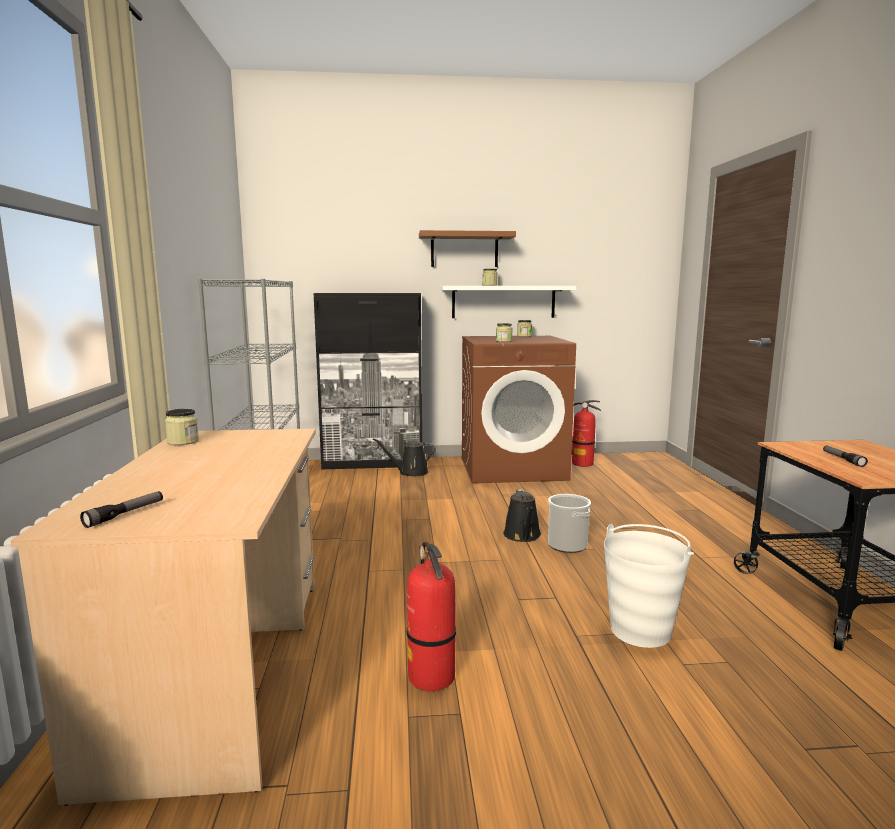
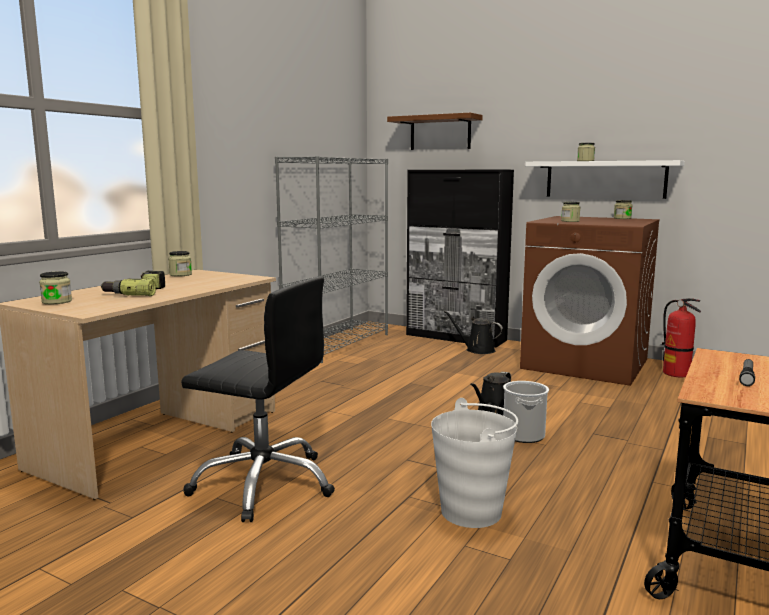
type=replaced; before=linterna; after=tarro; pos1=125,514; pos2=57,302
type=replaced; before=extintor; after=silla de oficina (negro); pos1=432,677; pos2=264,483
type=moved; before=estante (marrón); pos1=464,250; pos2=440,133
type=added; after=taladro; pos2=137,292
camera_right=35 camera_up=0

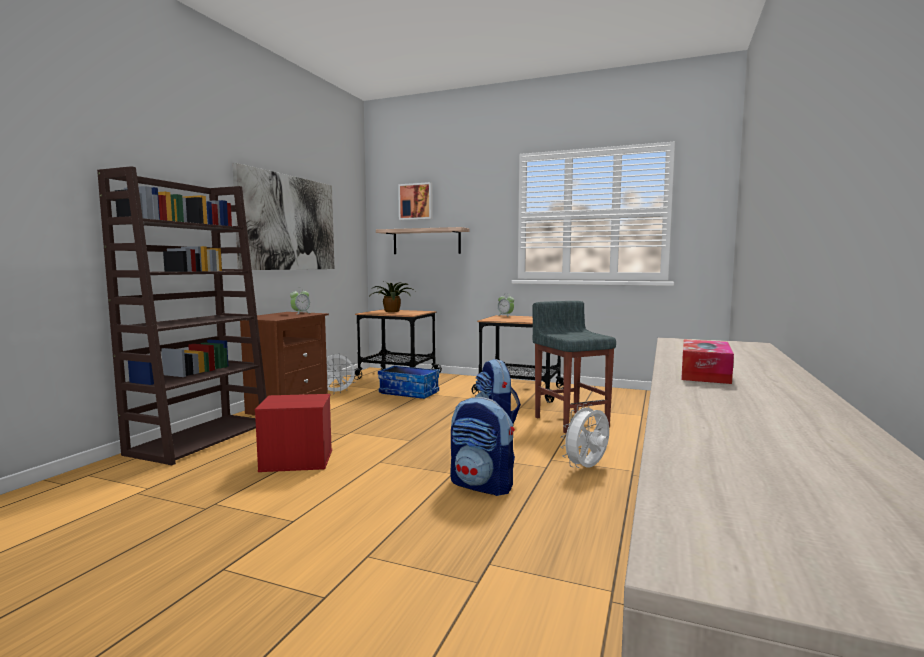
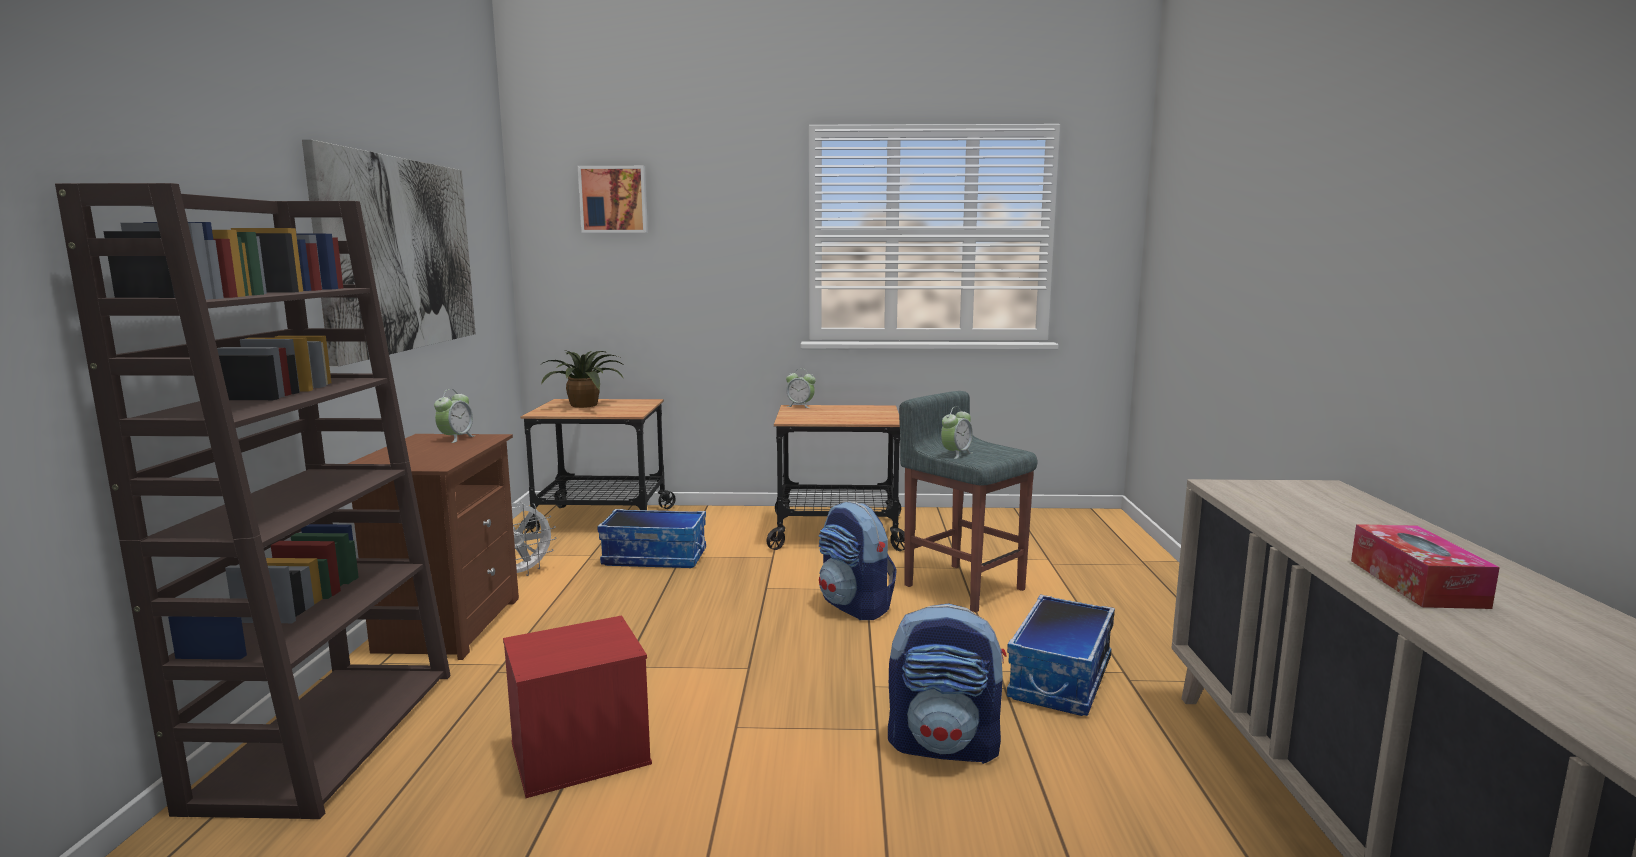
type=removed; before=estante; pos1=426,241
type=replaced; before=ventilador (blanco); after=caja de almacenaje; pos1=587,468; pos2=1062,679
type=added; after=despertador; pos2=956,454
camera_right=-20 camera_up=5

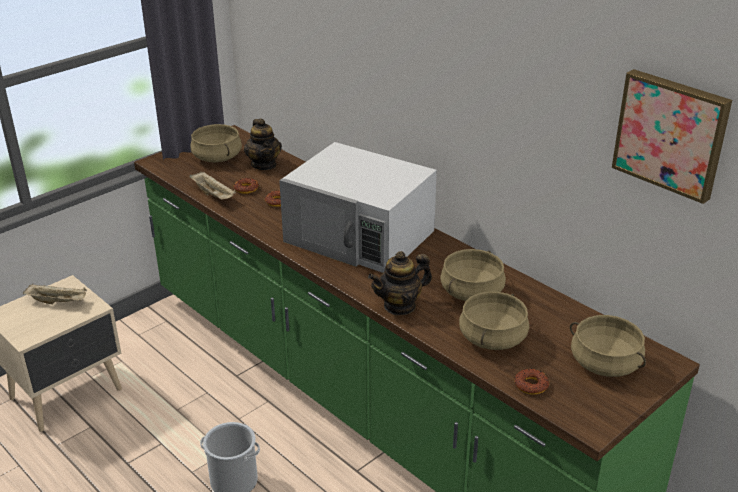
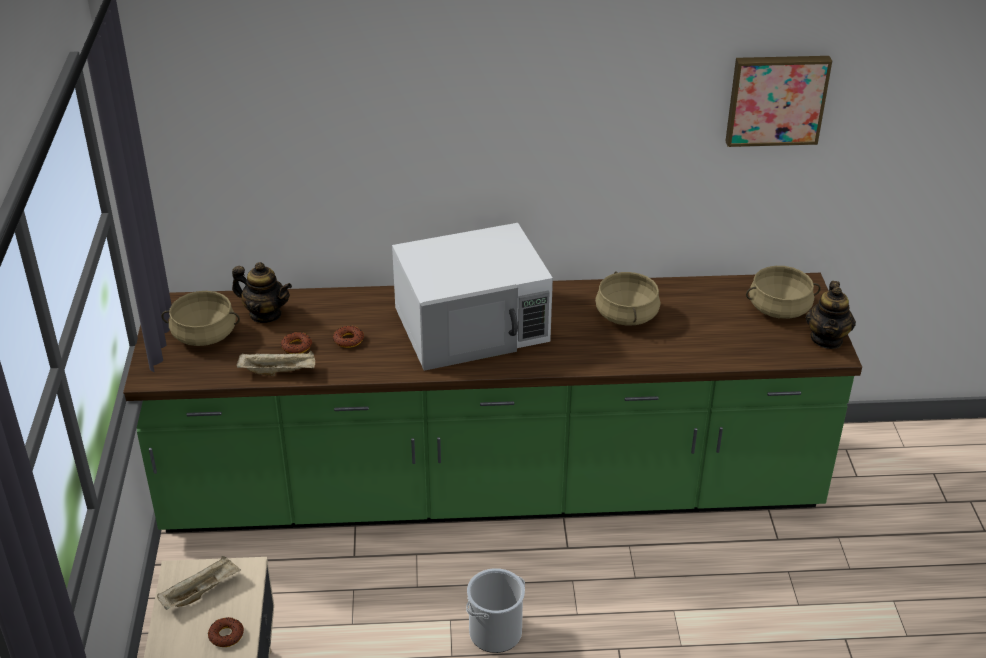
type=moved; before=tetera; pos1=400,306; pos2=827,339
type=removed; before=olla (beis); pos1=493,338
type=moved; before=rosquilla; pos1=531,385; pos2=226,635
camera_right=-50 camera_up=5

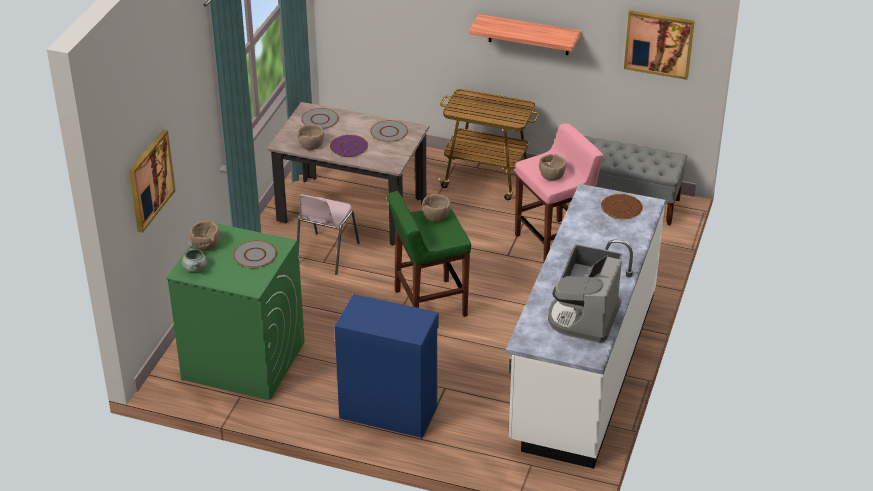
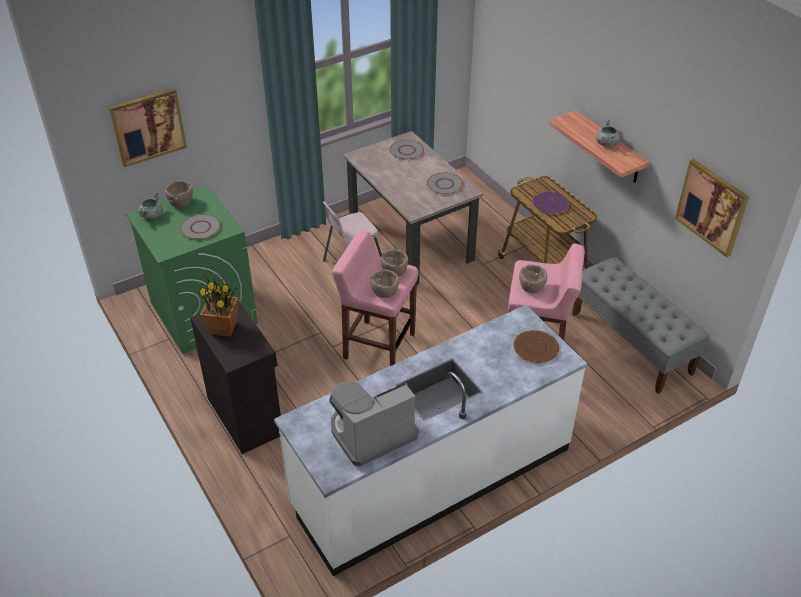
type=moved; before=cuenco (marrón); pos1=311,145; pos2=385,292
type=moved; before=plato (morado); pos1=349,147; pos2=550,204
type=recoloured; before=armario (azul); after=armario (negro); pos1=388,411; pos2=245,415
type=recoloured; before=taburete (verde); after=taburete (rosa); pos1=429,303; pos2=378,345
type=added; after=planta en maceta; pos2=223,328
type=added; after=olla (gris); pos2=606,143
camera_right=40 camera_up=5

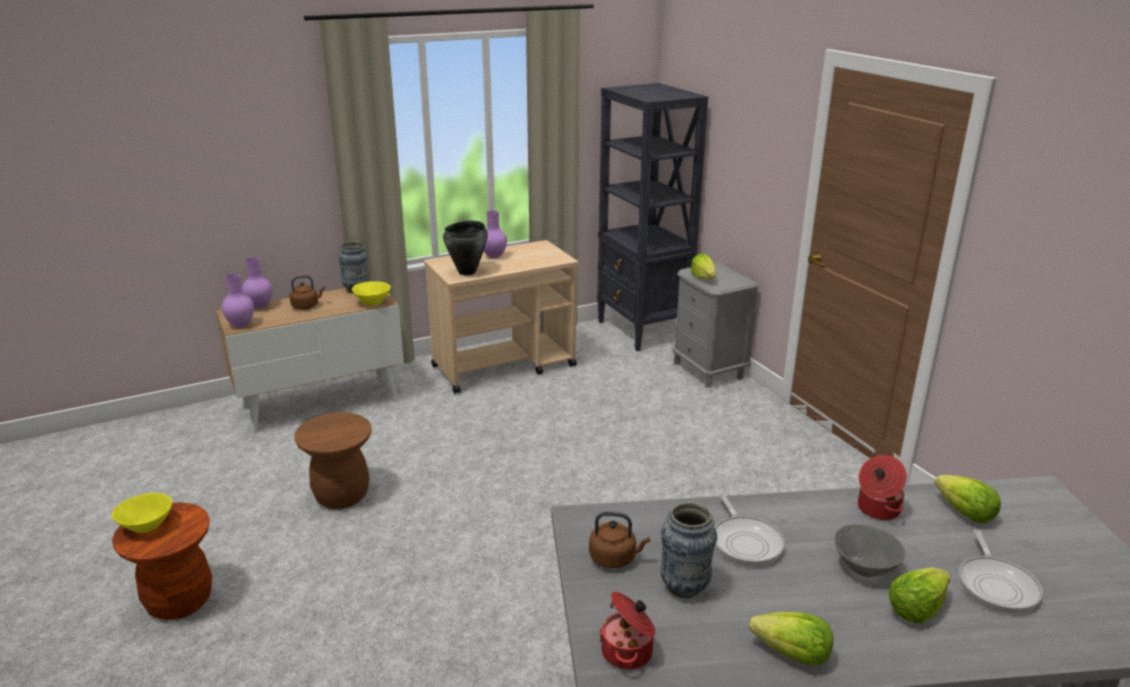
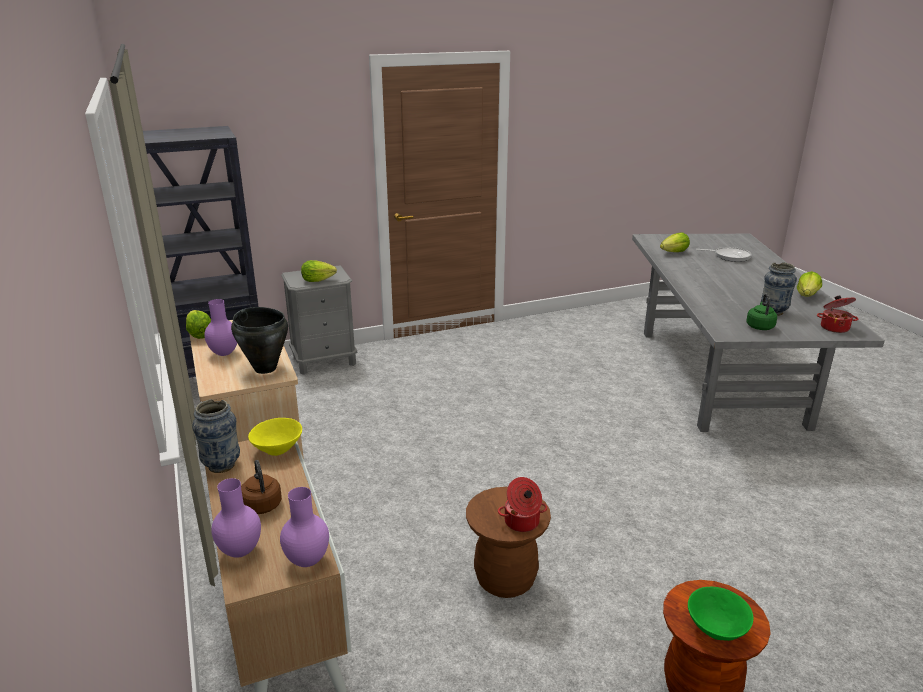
type=recoloured; before=cuenco (amarillo); after=cuenco (verde); pos1=146,526; pos2=716,630
type=recoloured; before=hervidor (marrón); after=hervidor (verde); pos1=615,558; pos2=759,326
type=removed; before=sartén; pos1=745,542
type=removed; before=cuenco (gris); pos1=864,567
type=moved; before=olla; pos1=877,509; pos2=522,522
type=moved; before=lechuga; pos1=915,609; pos2=199,335
camera_right=-85 camera_up=0

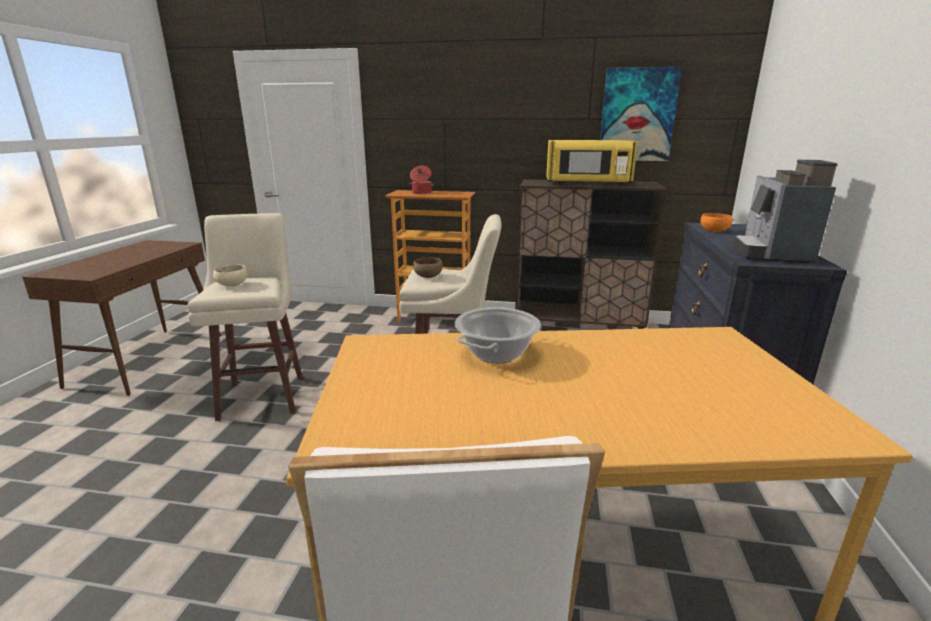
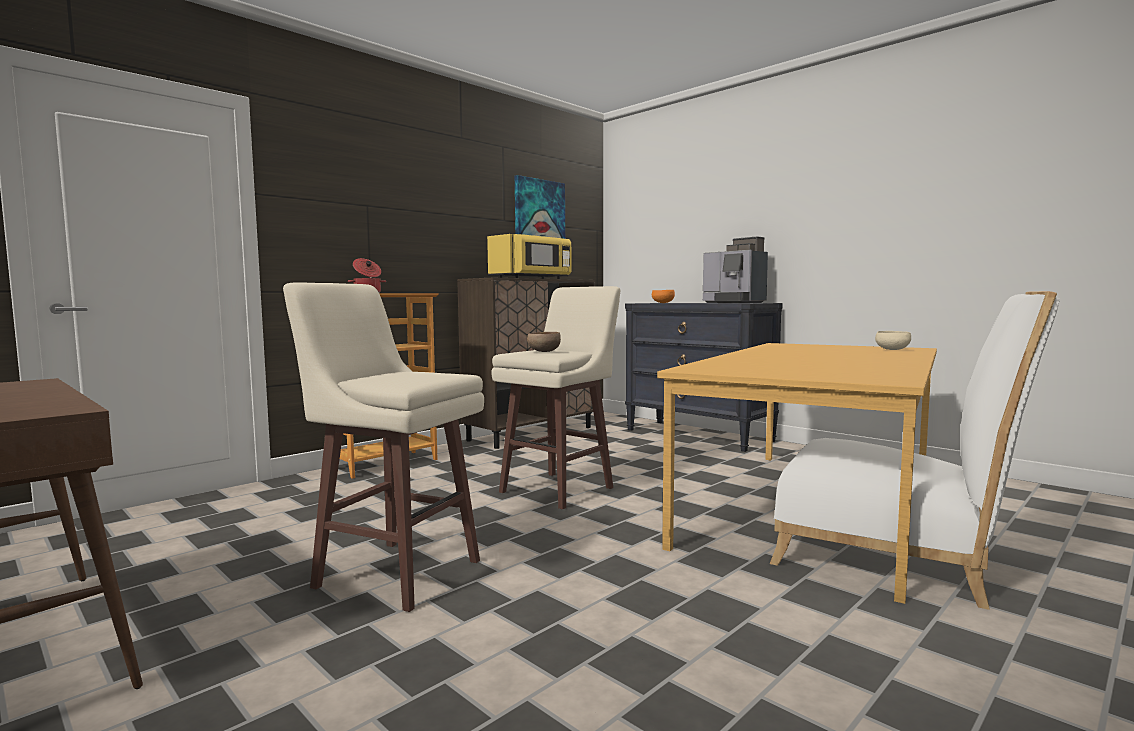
type=moved; before=cuenco (beis); pos1=232,285; pos2=893,350
type=removed; before=olla; pos1=496,353
camera_right=-55 camera_up=-15

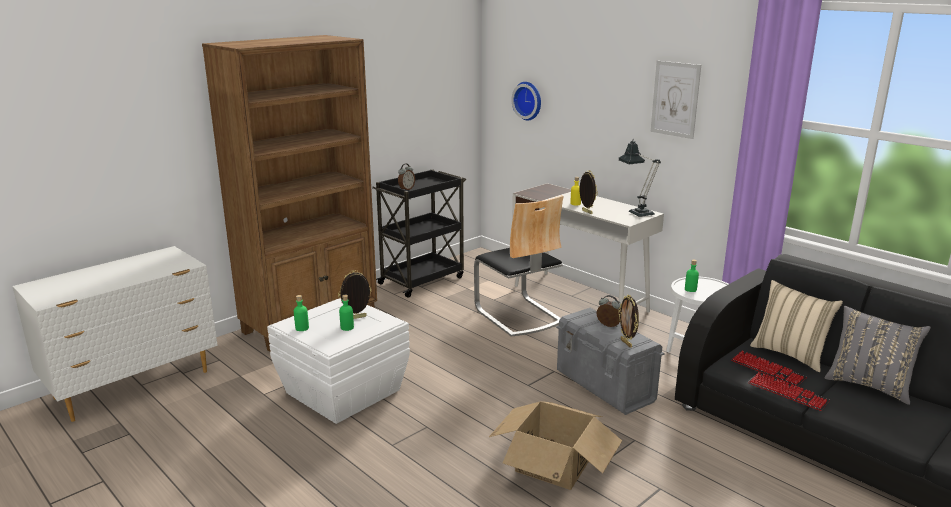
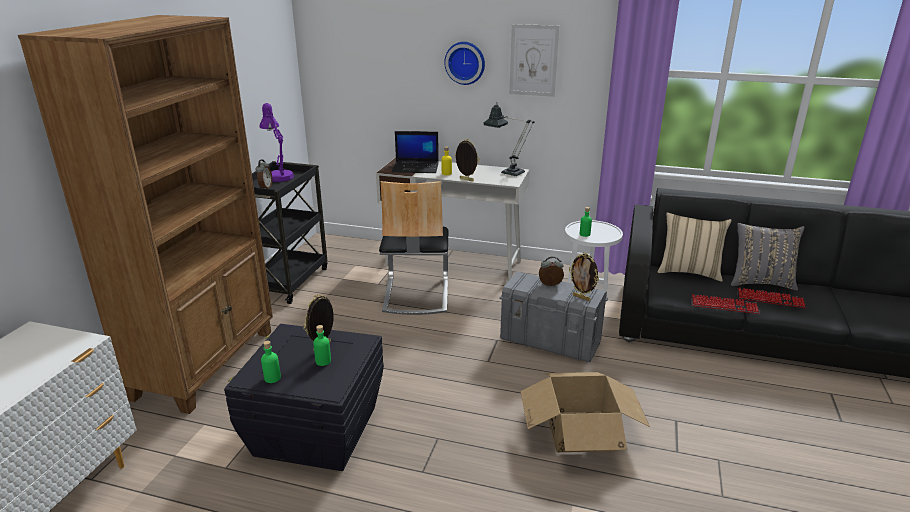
type=recoloured; before=caja de almacenaje (blanco); after=caja de almacenaje (negro); pos1=341,391; pos2=315,431
type=turned; before=silla; pos1=518,315; pos2=415,294; turn=60
type=moved; before=reloj de pared; pos1=528,100; pos2=465,62
type=moved; before=teclado; pos1=767,370; pos2=770,299
type=added; after=lámpara de mesa (morado); pos2=279,176
type=added; after=portátil; pos2=416,167
camera_right=-30 camera_up=5

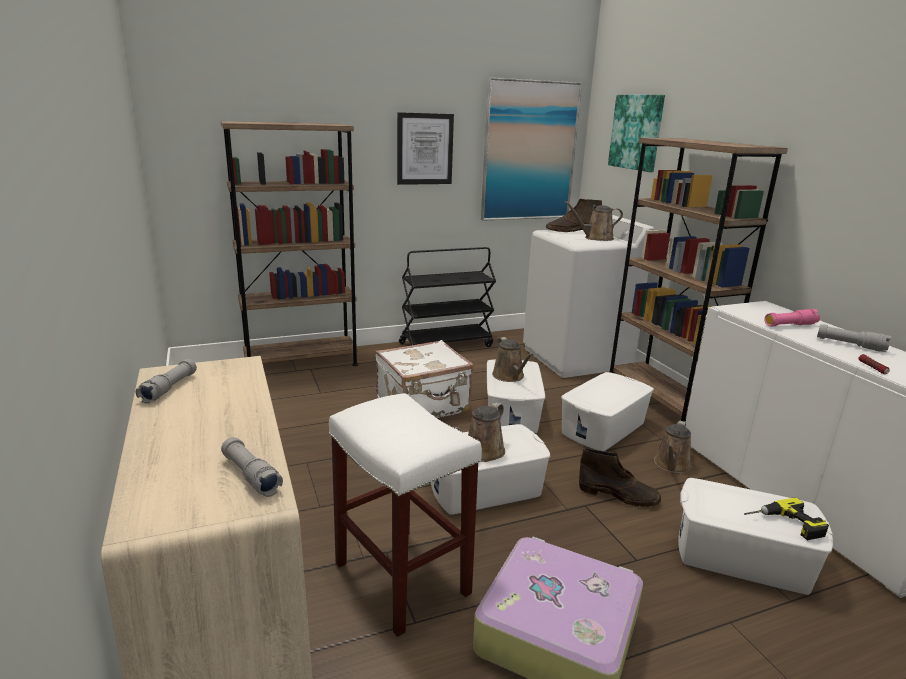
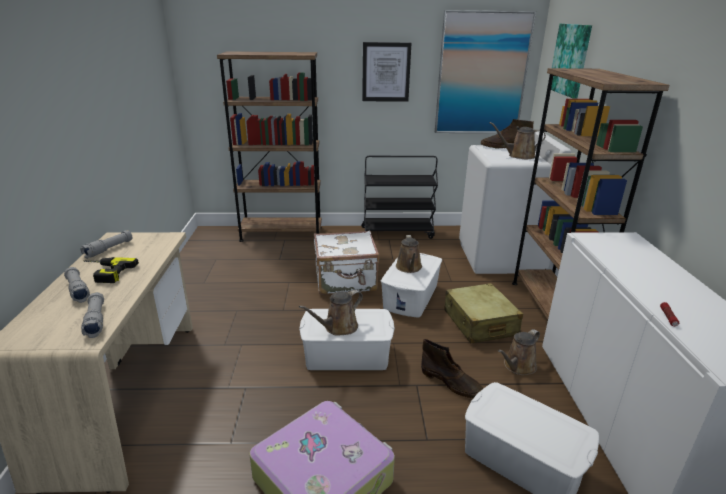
type=removed; before=taburete (blanco); pos1=403,579
type=replaced; before=caja de almacenaje (blanco); after=maleta (beis); pos1=604,428; pos2=480,323
type=moved; before=taladro; pos1=784,525; pos2=104,273
type=removed; before=linterna (rosa); pos1=789,325
type=moved; before=linterna (gris); pos1=850,345; pos2=78,290
camera_right=20 camera_up=5

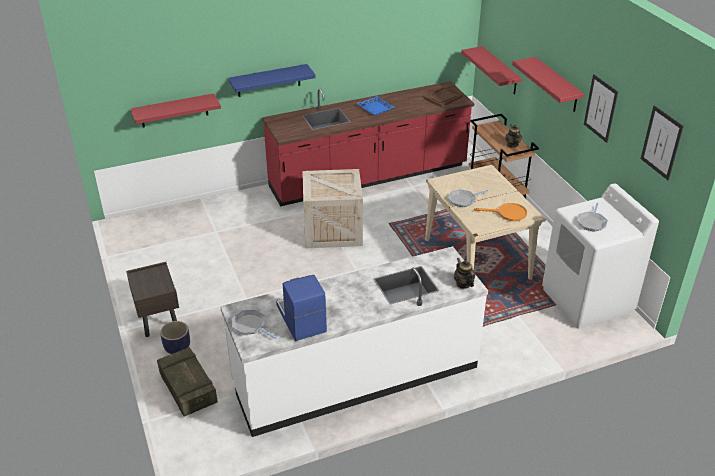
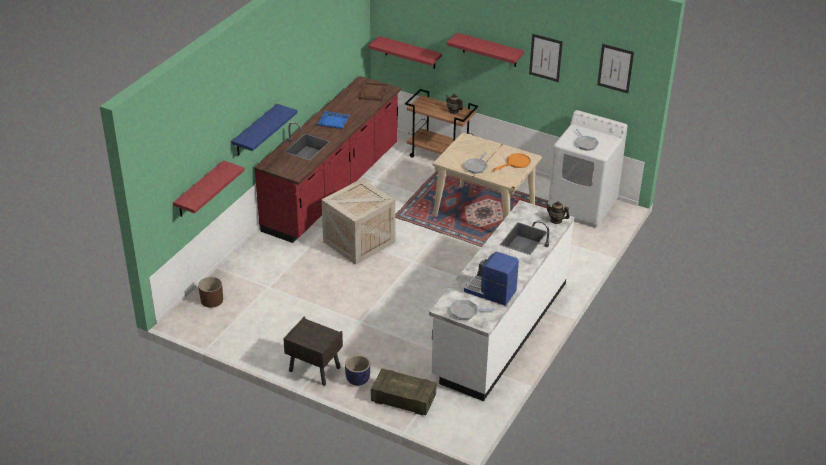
type=added; after=maceta (marrón); pos2=211,300
camera_right=-40 camera_up=0

